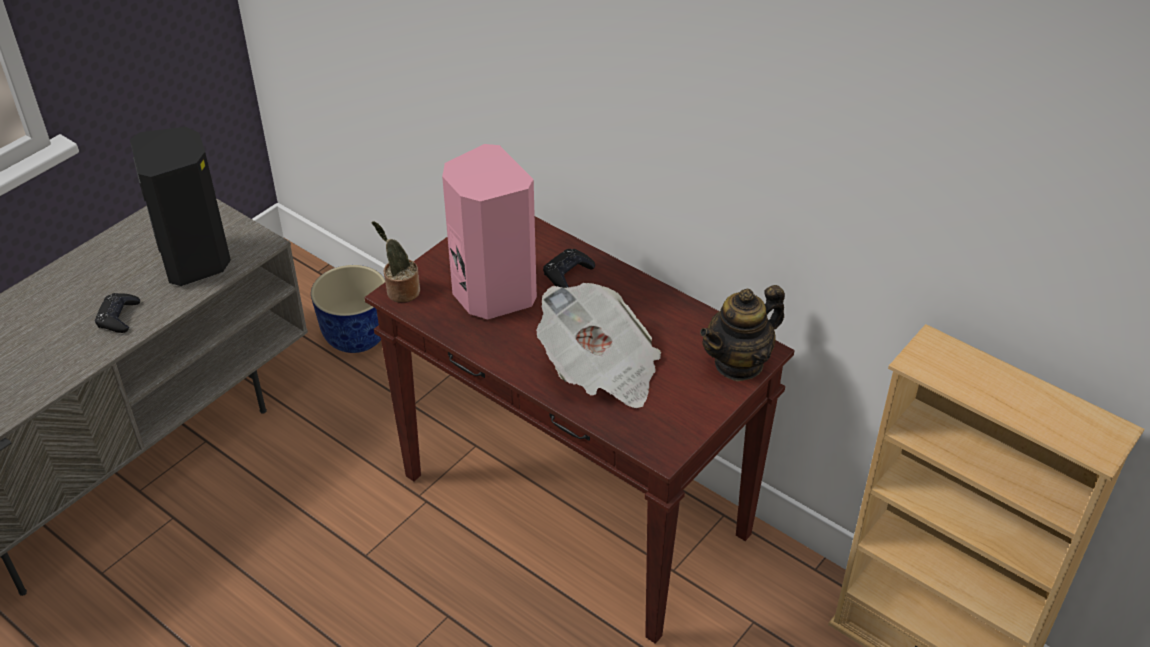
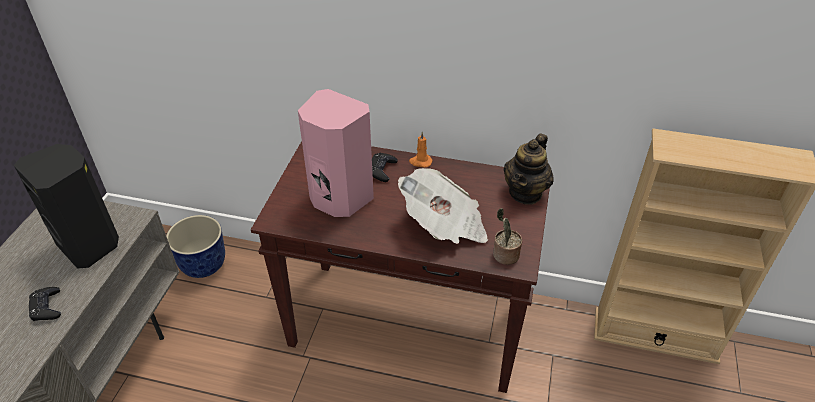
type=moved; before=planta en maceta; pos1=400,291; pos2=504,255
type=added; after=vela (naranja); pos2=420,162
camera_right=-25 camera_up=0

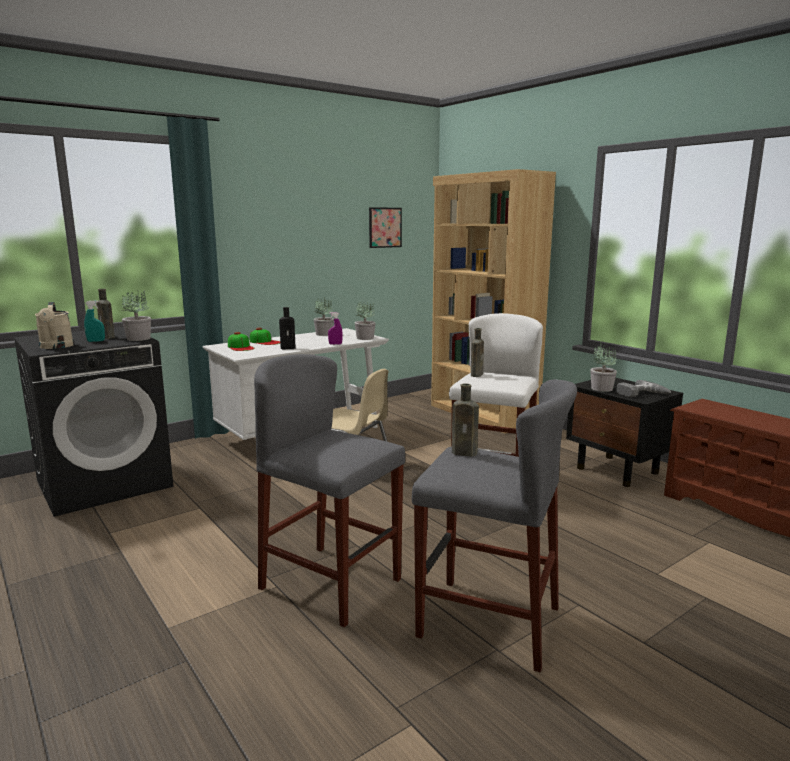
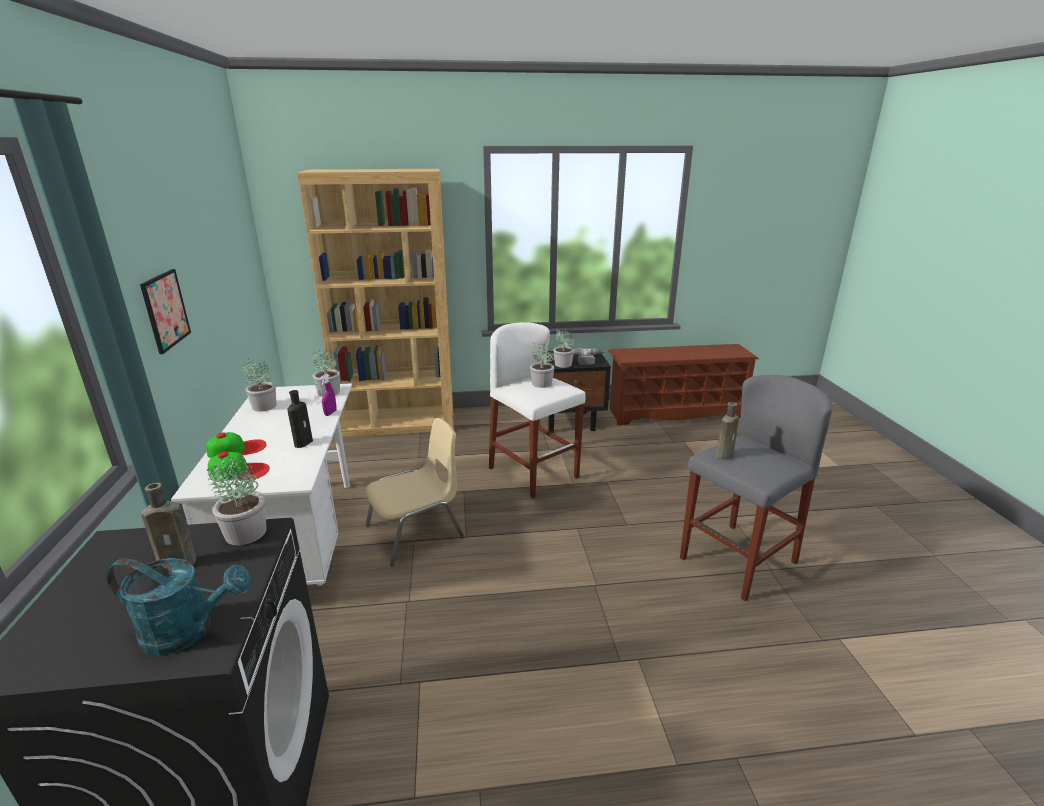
type=recoloured; before=regadera (beis); after=regadera (turquesa); pos1=56,347; pos2=188,631
type=removed; before=pulverizador (turquesa); pos1=96,341
type=removed; before=taburete (gris); pos1=331,584
type=moved; before=cuadro; pos1=385,227; pos2=165,310
type=removed; before=botella (marrón); pos1=477,374
type=added; after=planta en maceta; pos2=541,384
camera_right=-60 camera_up=10

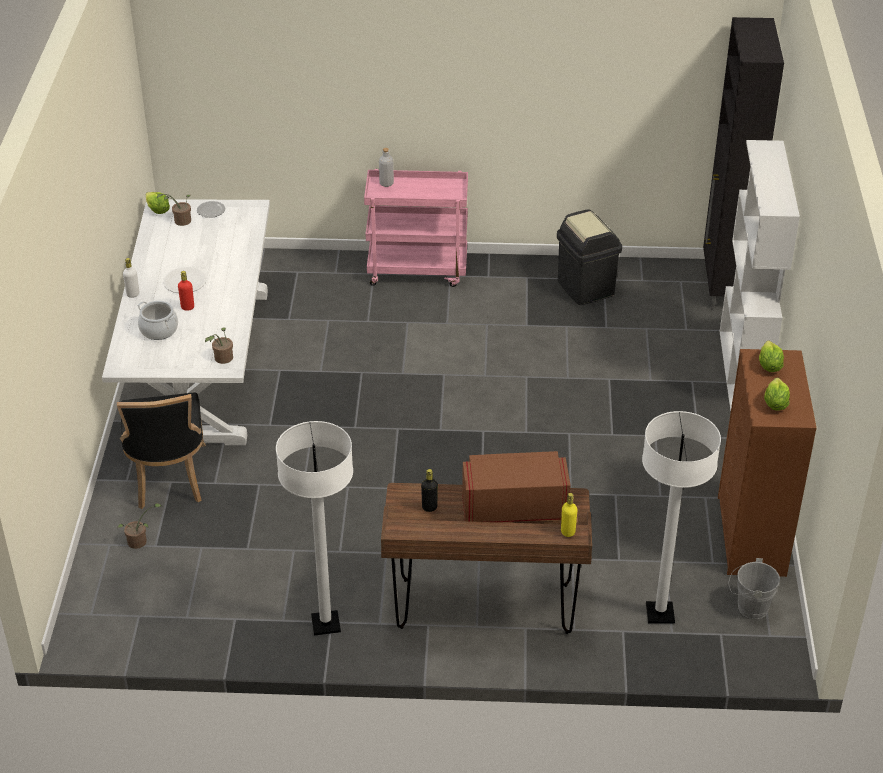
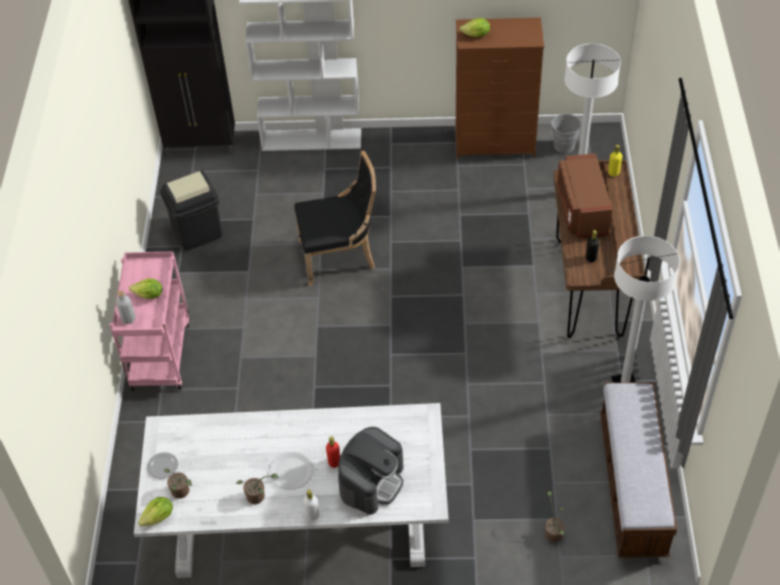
type=moved; before=silla (negro); pos1=168,479; pos2=340,256
type=replaced; before=olla; after=cafetera; pos1=159,330; pos2=371,481
type=moved; before=planta en maceta; pos1=222,359; pos2=258,497
type=moved; before=lechuga; pos1=775,404; pos2=149,295
type=added; after=banco; pos2=632,485
camera_right=-90 camera_up=10

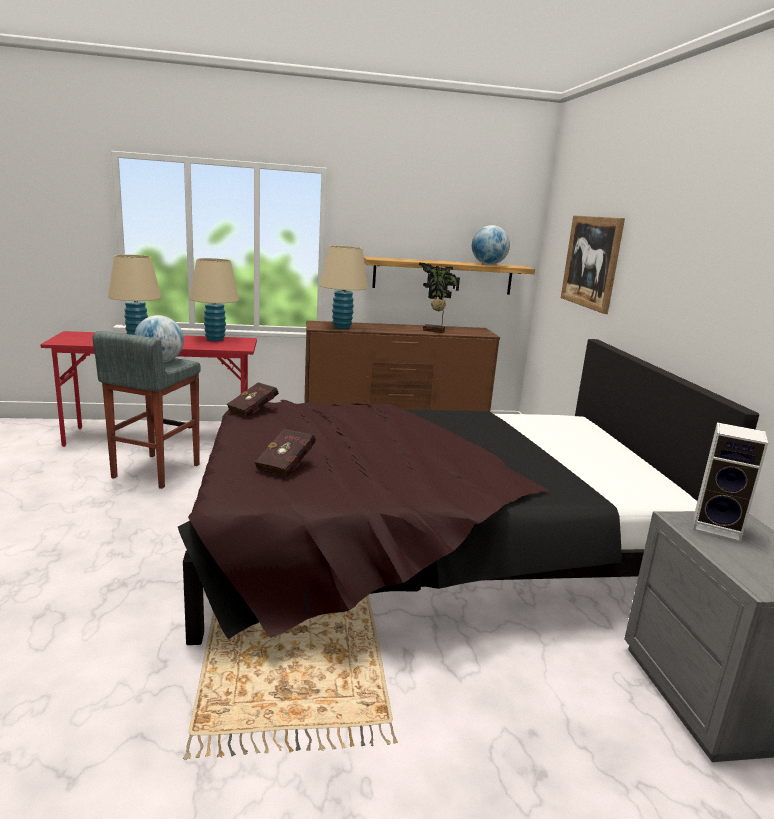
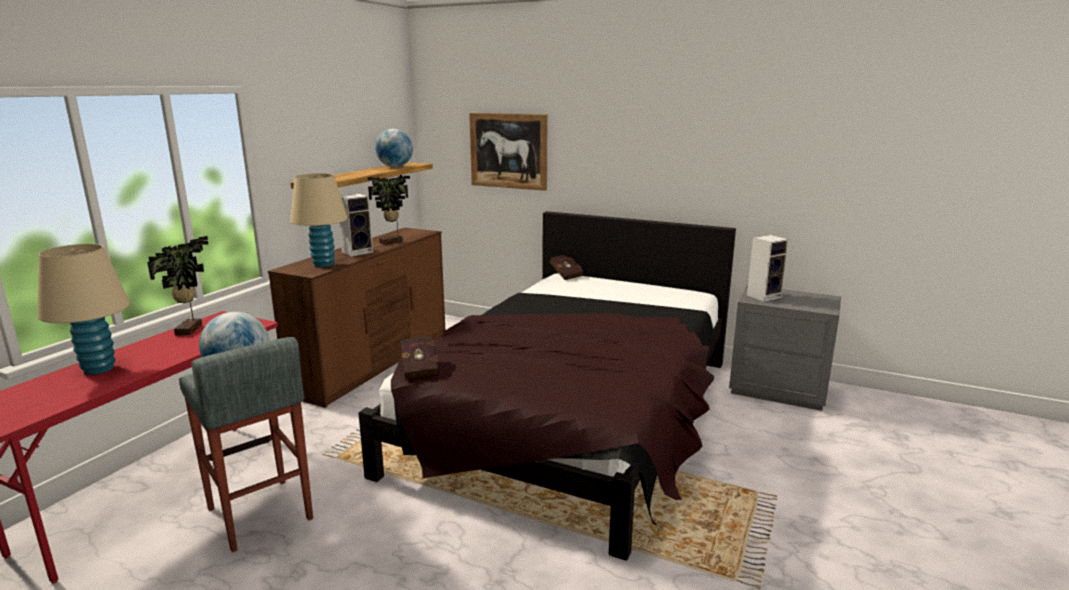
type=replaced; before=lámpara de mesa (beis); after=planta en maceta; pos1=215,339; pos2=191,330
type=moved; before=libro (rojo); pos1=287,465; pos2=566,275
type=added; after=altavoz; pos2=358,252
camera_right=-55 camera_up=0

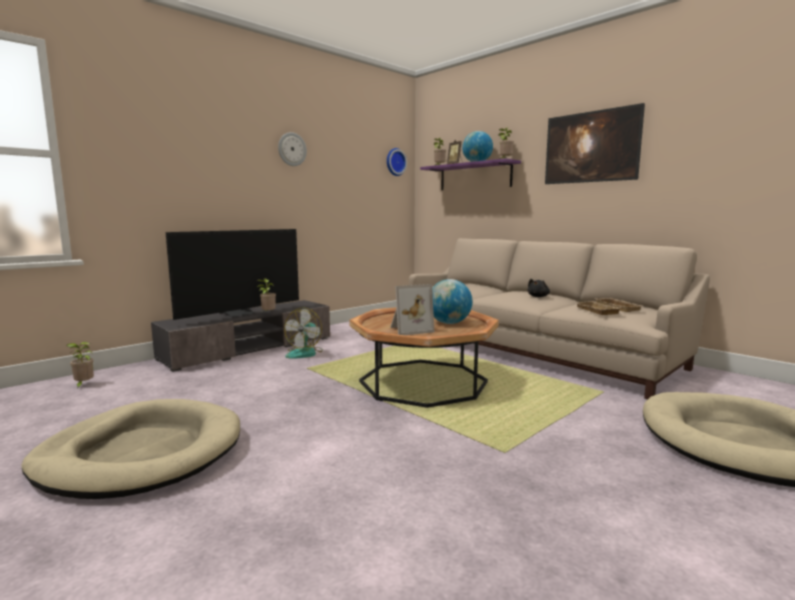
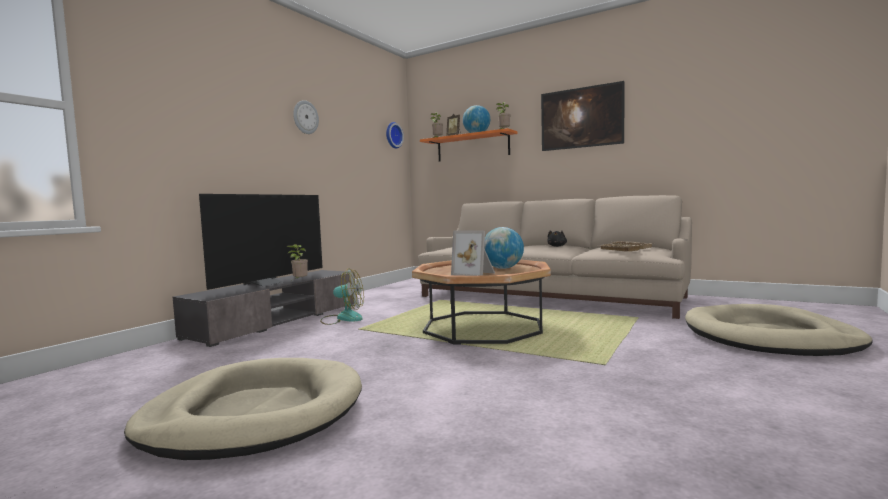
type=removed; before=planta en maceta; pos1=83,385
type=turned; before=ventilador; pos1=305,353; pos2=343,318; turn=-90
type=turned; before=portarretratos; pos1=409,330; pos2=475,274; turn=75
type=recoloured; before=estante (morado); after=estante (naranja); pos1=475,176; pos2=472,147
camera_right=-15 camera_up=-5

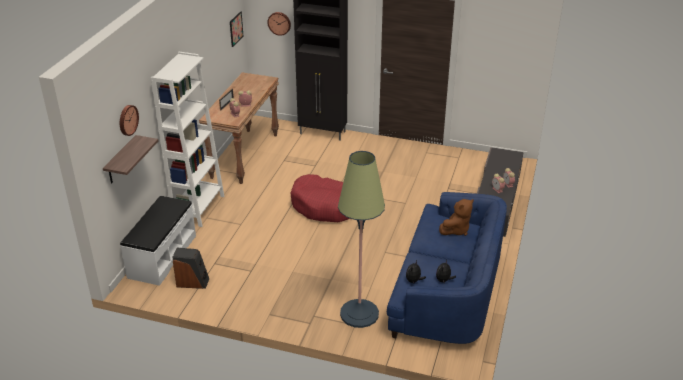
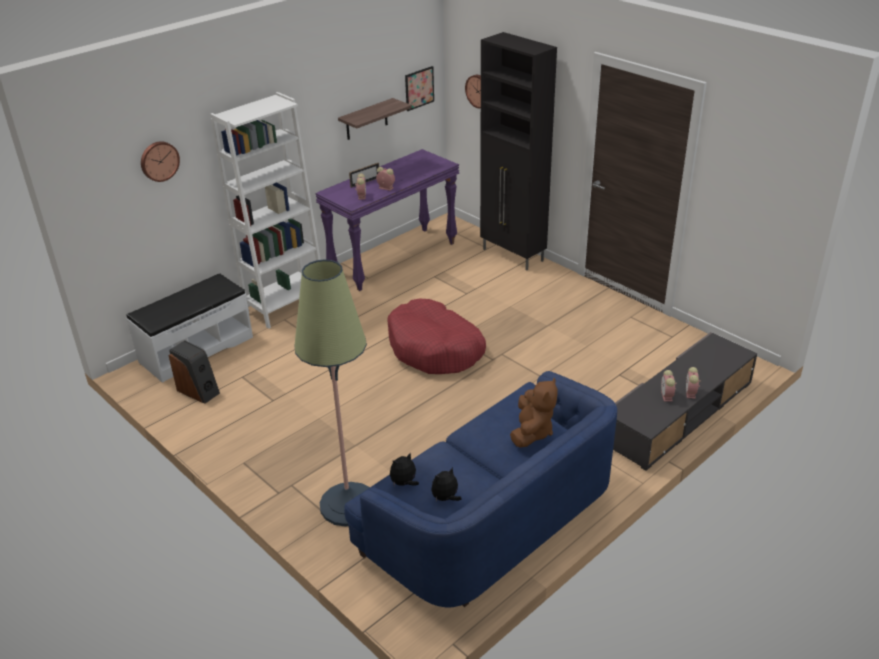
type=moved; before=estante; pos1=121,160; pos2=366,119
type=recoloured; before=mesa consola (marrón); after=mesa consola (morado); pos1=244,155; pos2=393,258
type=turned; before=peluche (marrón); pos1=456,230; pos2=532,432; turn=-60
camera_right=30 camera_up=0

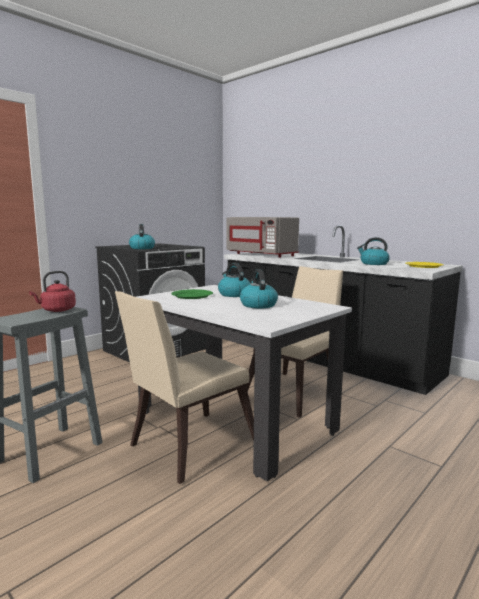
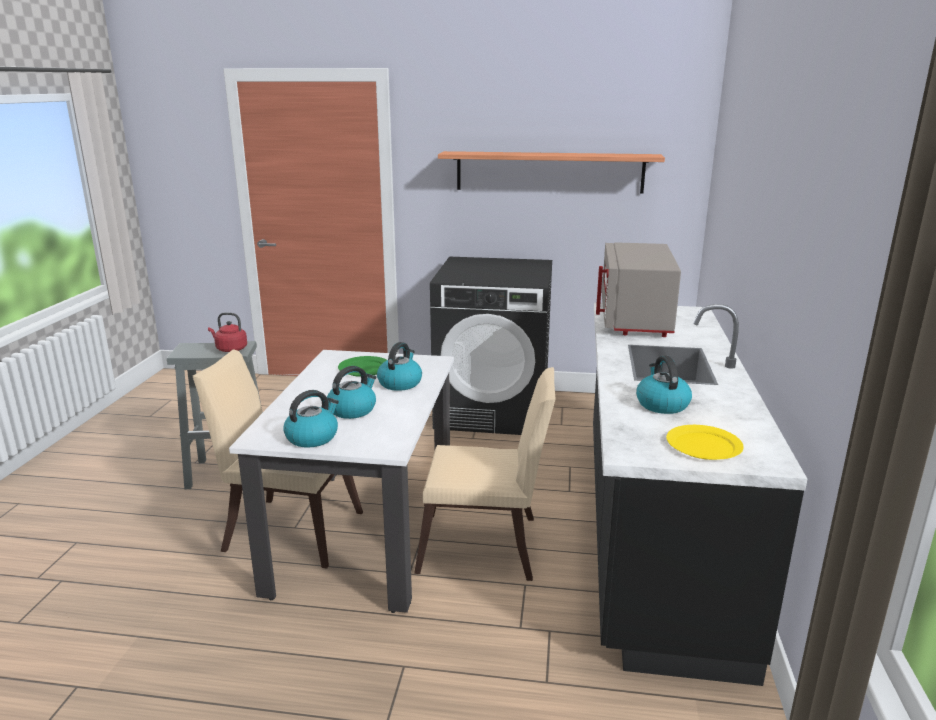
type=moved; before=hervidor; pos1=142,248; pos2=312,437
type=added; after=estante; pos2=549,172
camera_right=55 camera_up=10

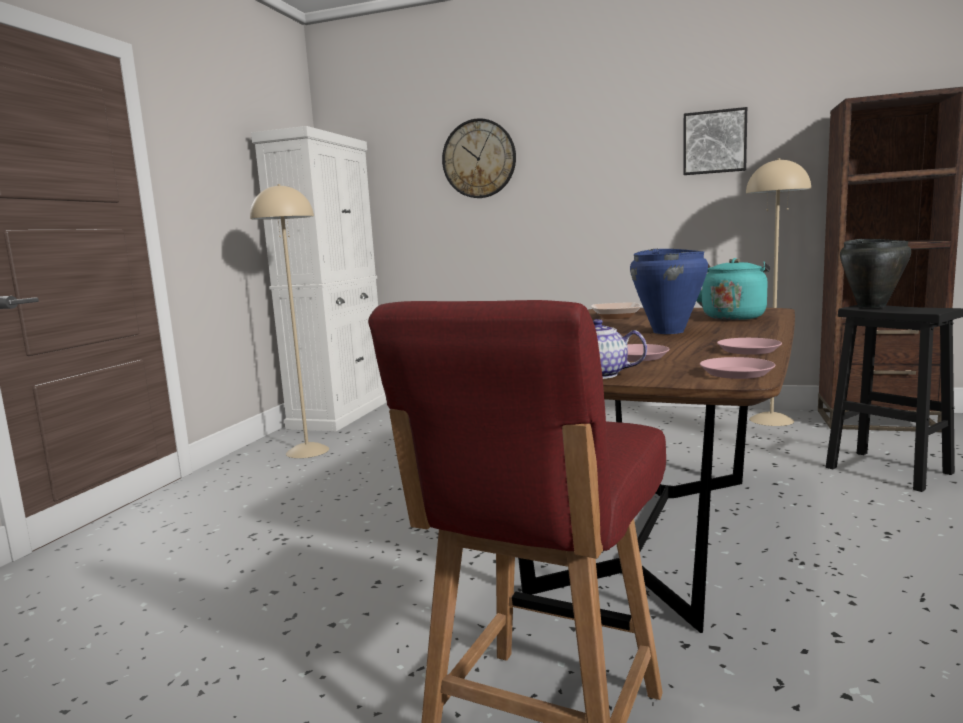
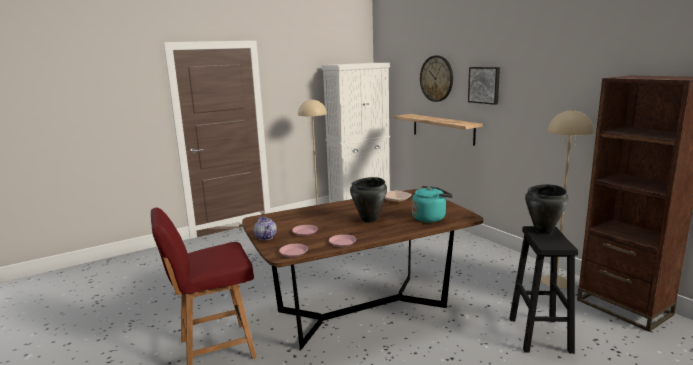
type=recoloured; before=olla (azul); after=olla (negro); pos1=668,331; pos2=369,220
type=moved; before=cuadro; pos1=714,142; pos2=484,85
type=added; after=estante; pos2=442,128
camera_right=40 camera_up=5

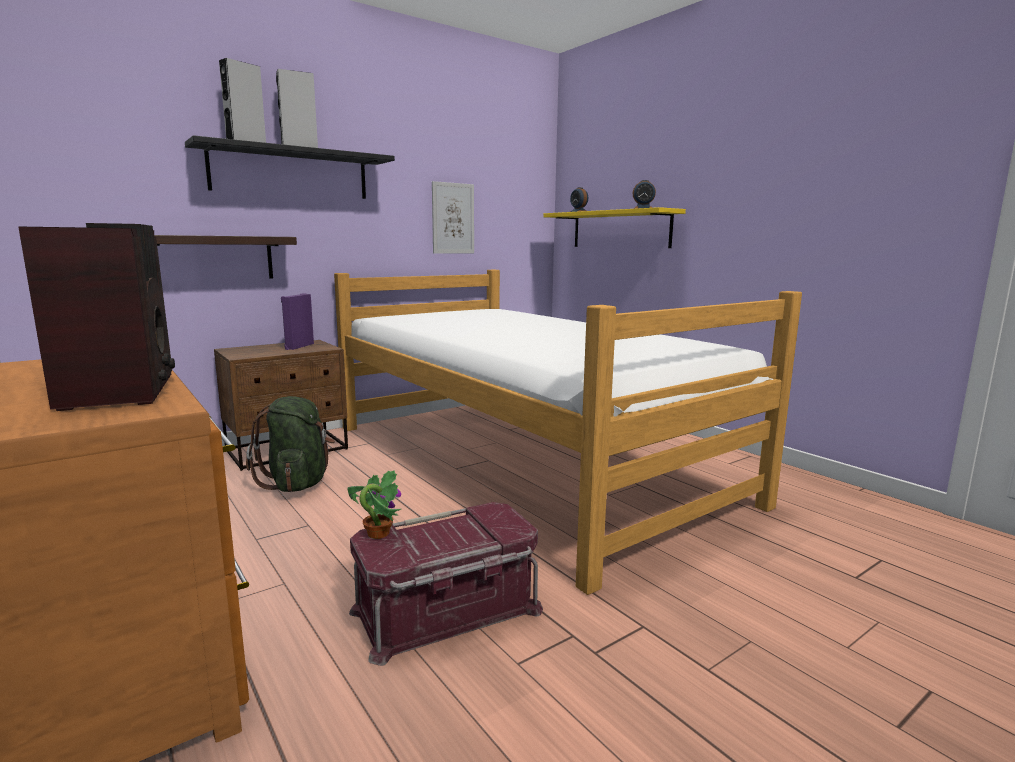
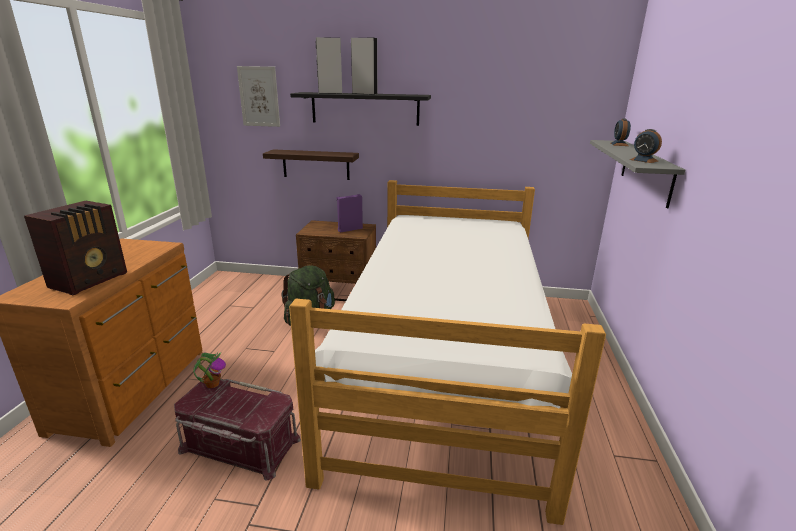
type=moved; before=cuadro; pos1=453,218; pos2=259,96
type=recoloured; before=estante (amarillo); after=estante (gris); pos1=620,229; pos2=646,171
camera_right=45 camera_up=10

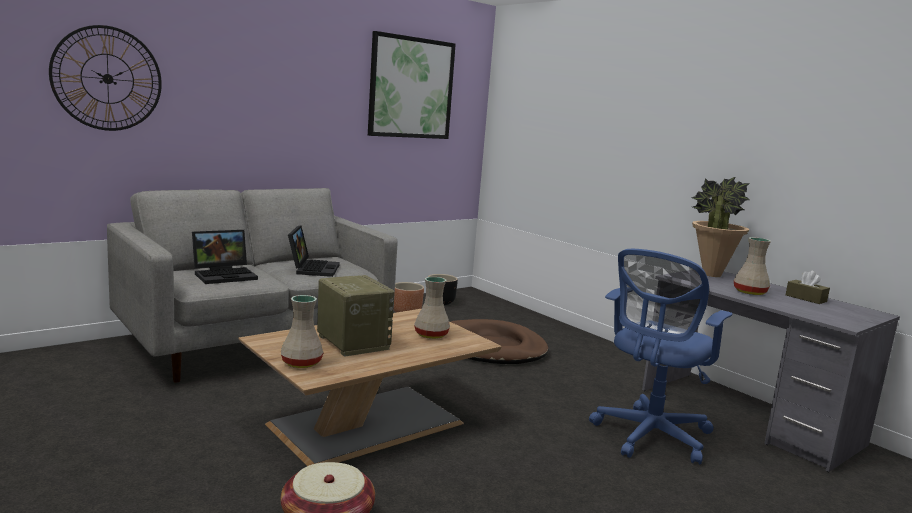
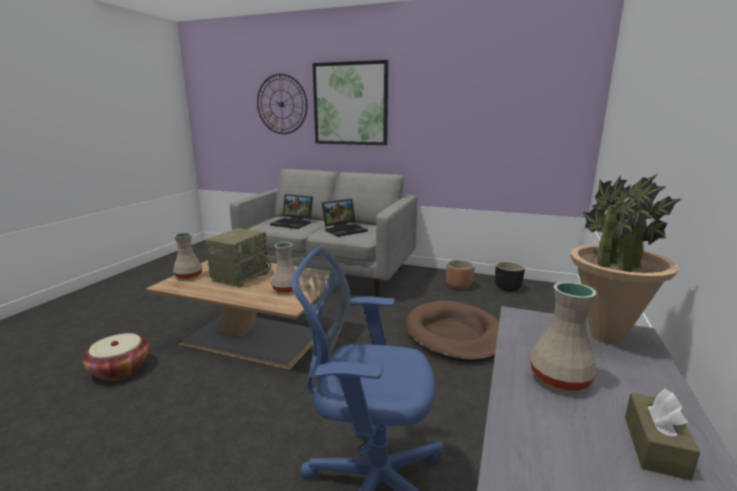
type=moved; before=cuadro; pos1=411,88; pos2=350,104
camera_right=60 camera_up=5

